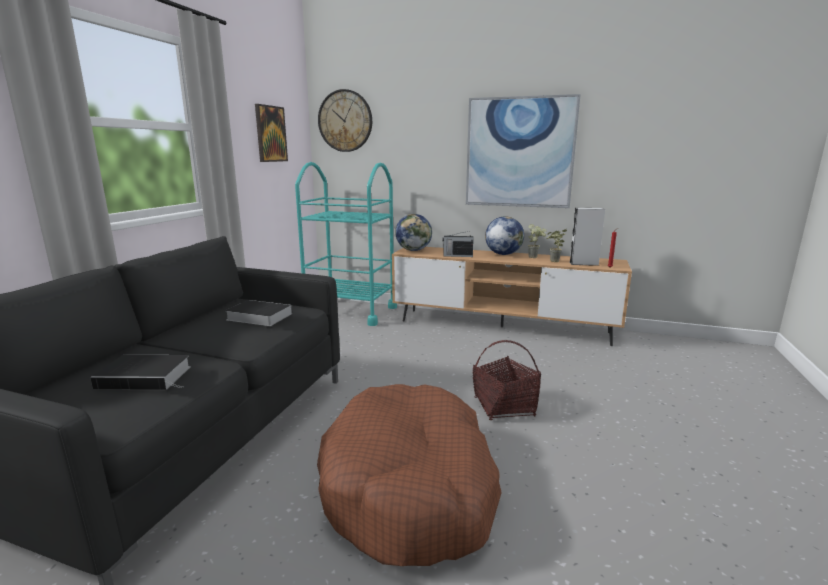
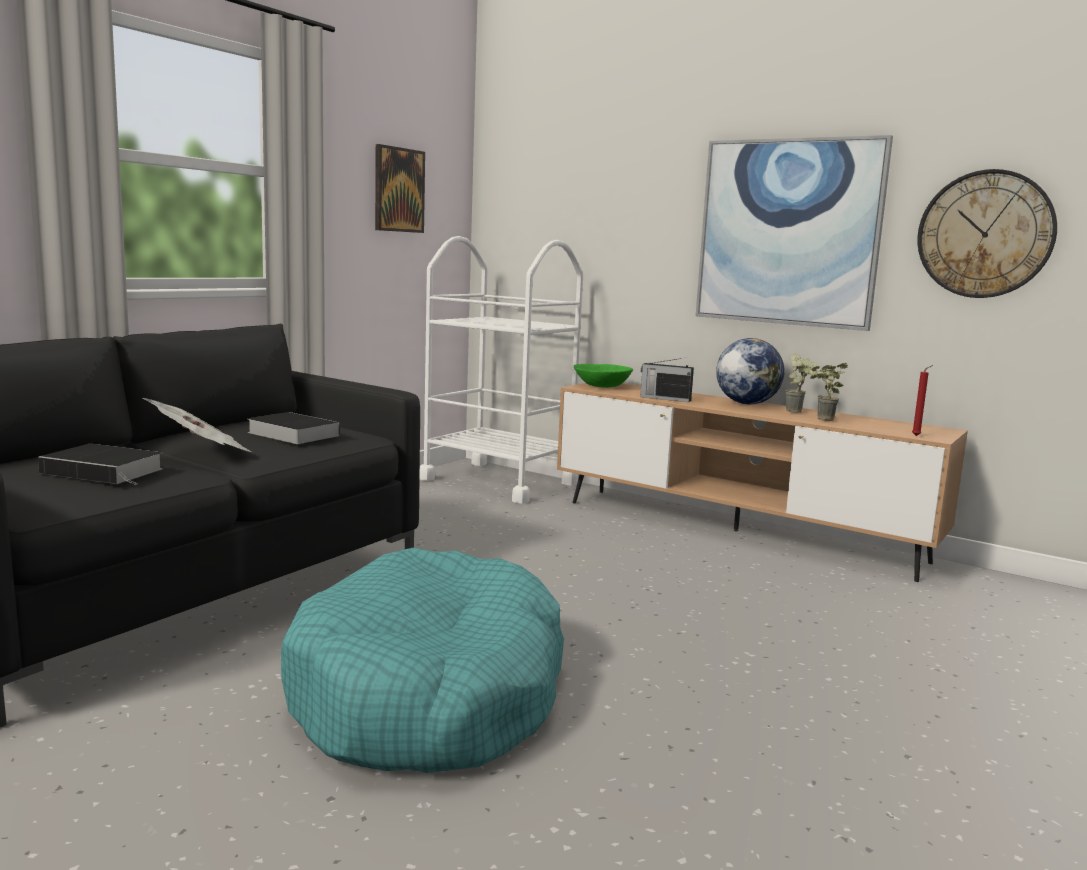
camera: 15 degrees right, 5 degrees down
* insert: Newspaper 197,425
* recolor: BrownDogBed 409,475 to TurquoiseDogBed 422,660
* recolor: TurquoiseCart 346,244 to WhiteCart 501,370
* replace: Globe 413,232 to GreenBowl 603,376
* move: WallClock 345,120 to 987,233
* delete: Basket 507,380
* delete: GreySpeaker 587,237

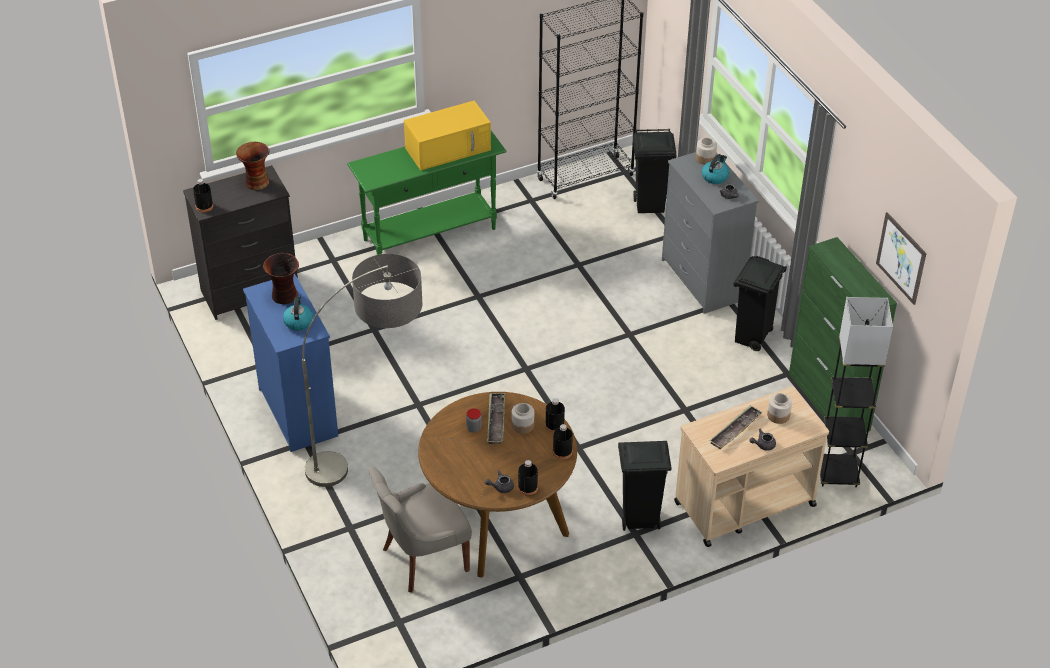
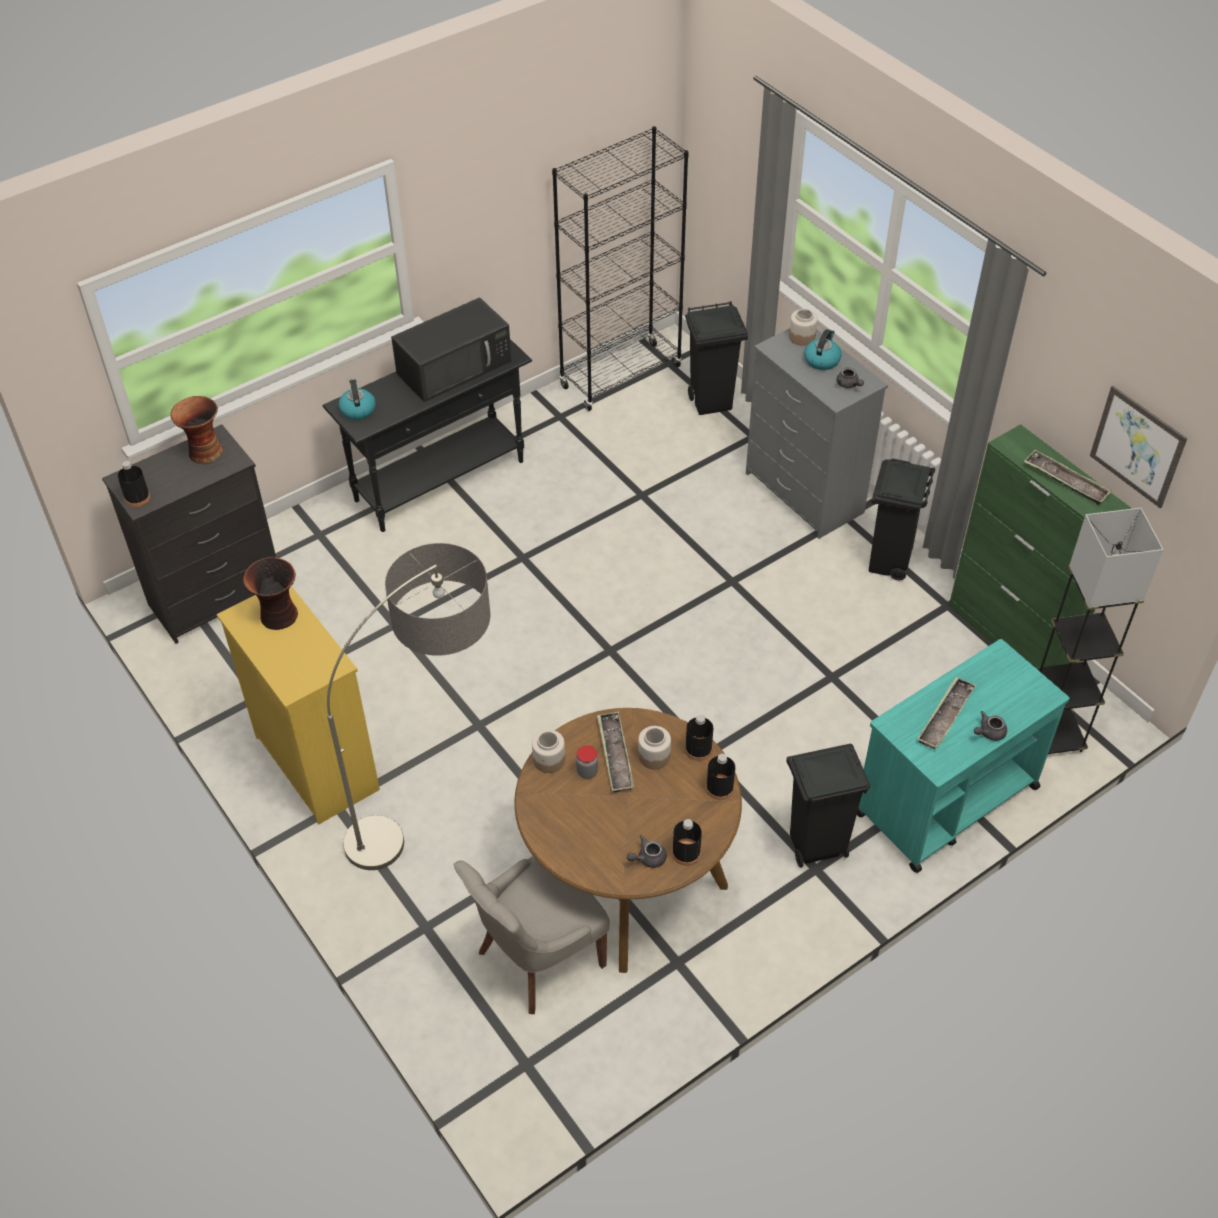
camera: 10 degrees left, 5 degrees up
* recolor: BlueDresser 290,362 to YellowDresser 298,705
* recolor: GreenConsoleTable 427,193 to BlackConsoleTable 427,435
* move: Kettle 298,313 to 357,399
* recolor: YellowMicrowave 447,136 to BlackMicrowave 451,349
* move: Jar 779,408 to 548,751
* recolor: BeigeCart 751,466 to TurquoiseCart 963,756
* insert: Tray 1068,477

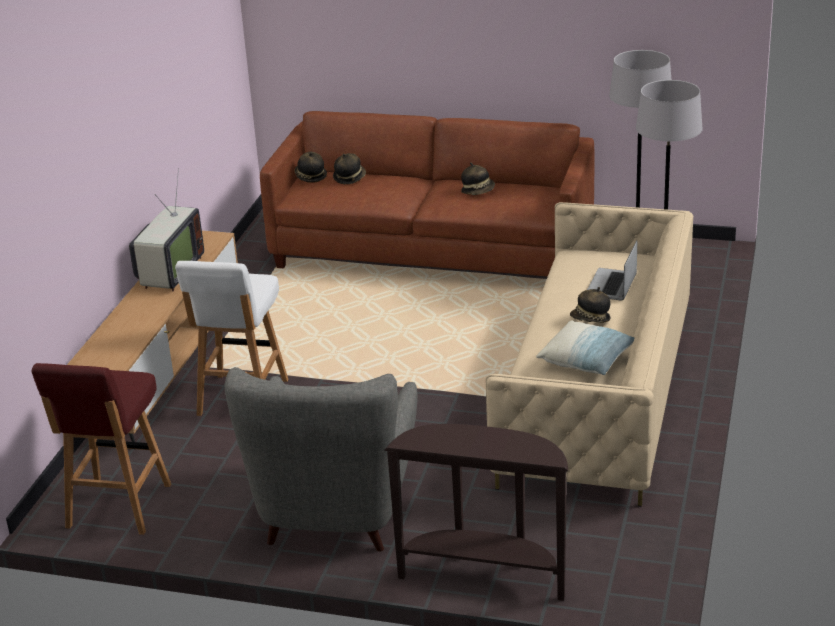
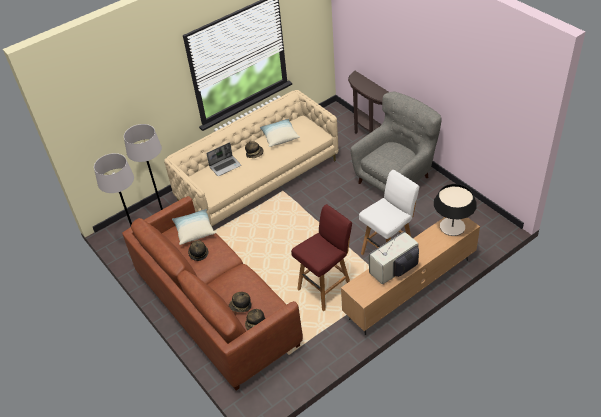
camera: 140 degrees left, 15 degrees up
* insert: Pillow 194,227
* move: RedStool 101,449 to 321,257
* insert: TableLamp 455,210

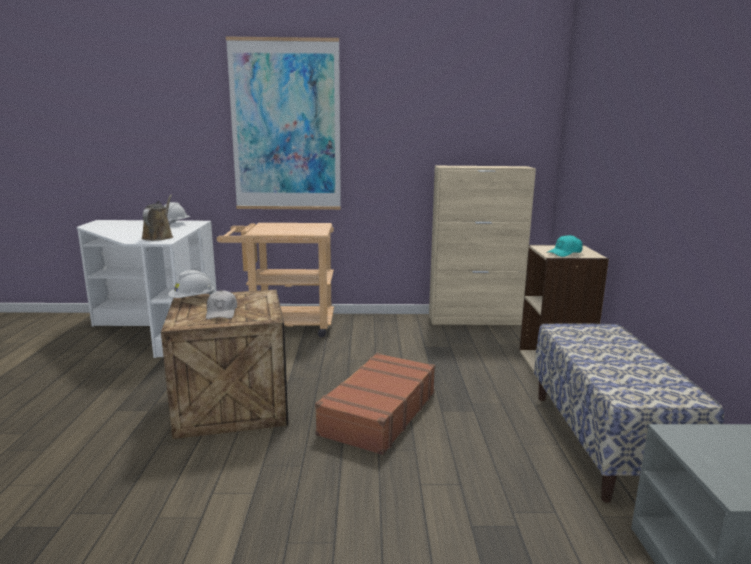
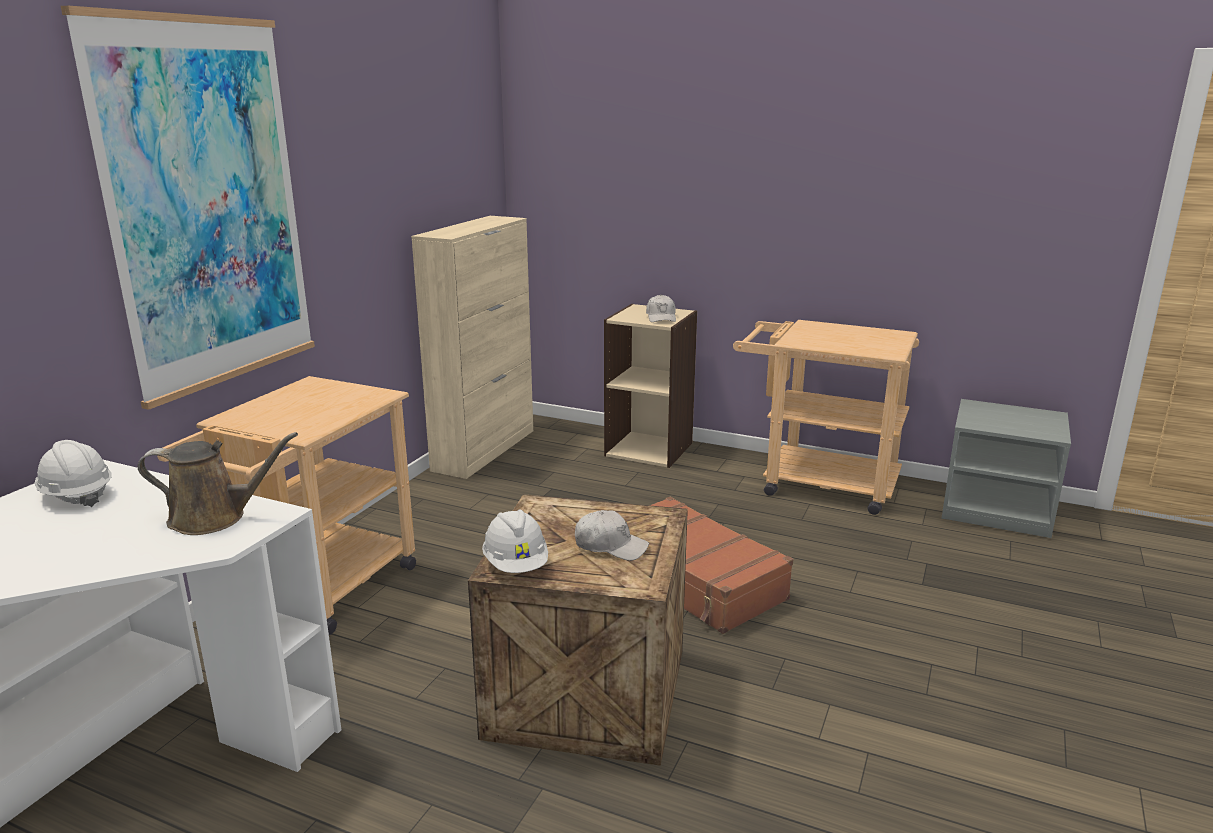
camera: 65 degrees left, 5 degrees up
* rotate: BrownWateringCan 157,218 = 218,483 150 degrees clockwise
* recolor: TurquoiseCap 564,246 to WhiteCap 661,308
* replace: Bench 629,413 to BeigeCart 826,417

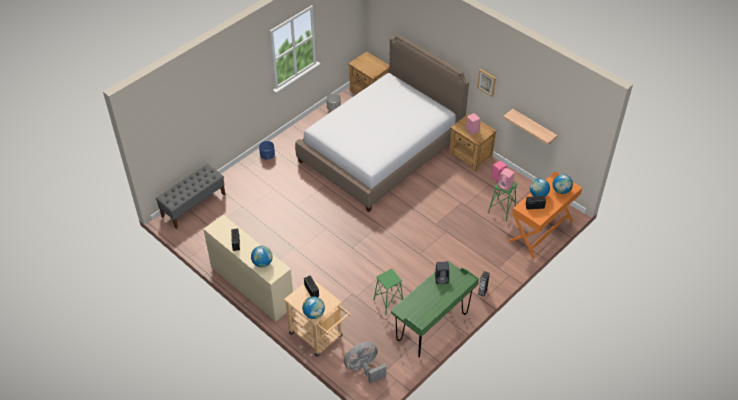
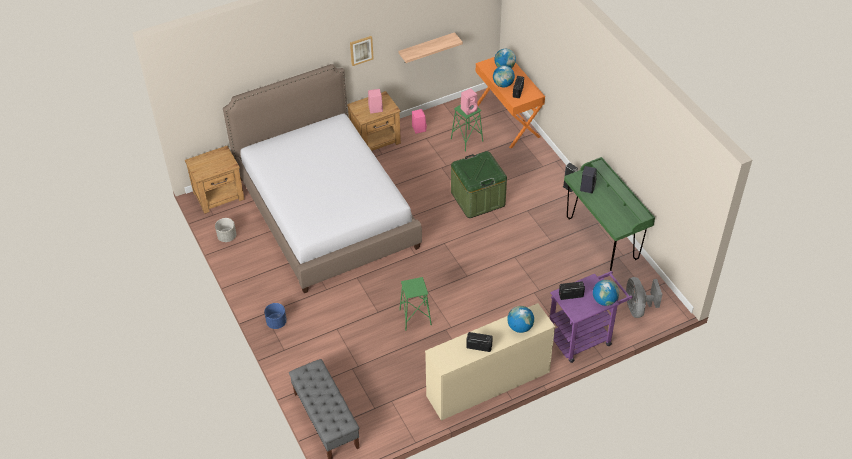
camera: 70 degrees left, 0 degrees up
* move: GreenStool 388,292 to 415,303
* insert: GreenStorageBox 479,184
* recolor: BeigeCart 317,318 to PurpleCart 591,317

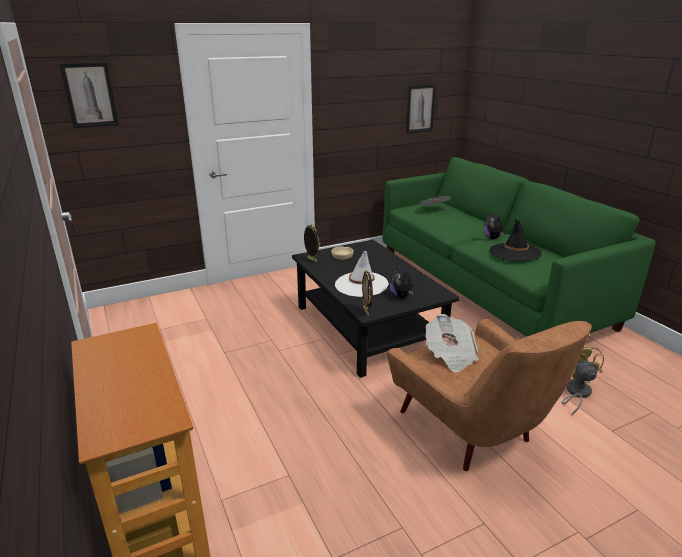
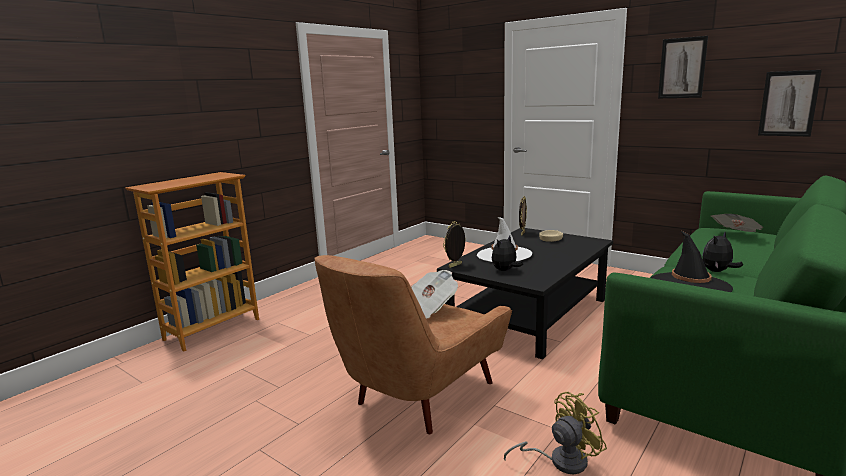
camera: 65 degrees right, 10 degrees down
* move: Picture 89,95 to 683,67

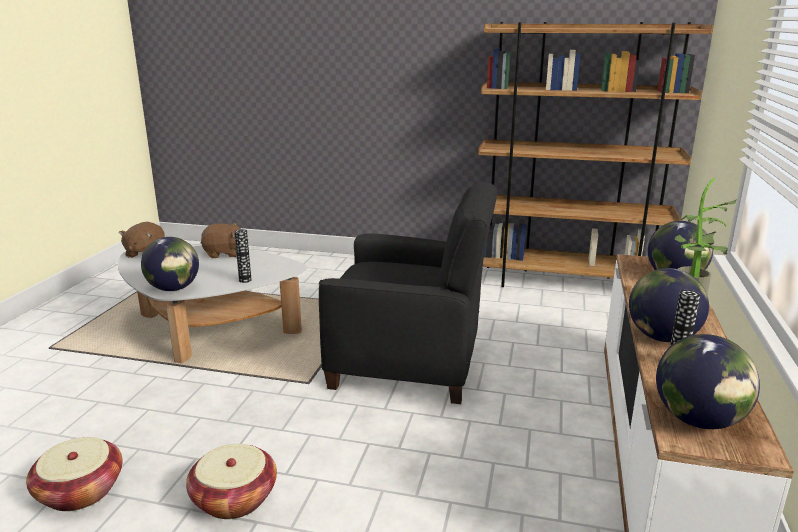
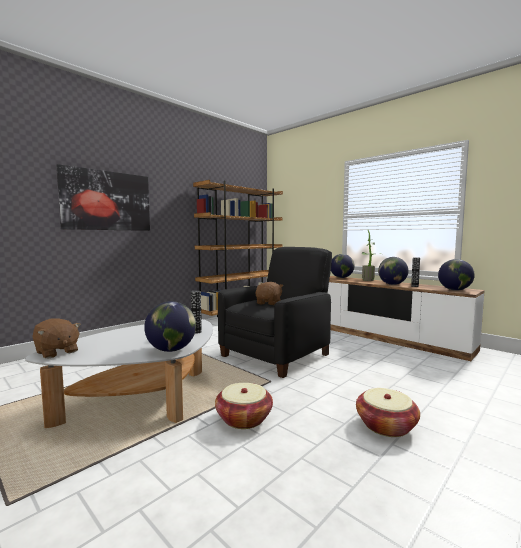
camera: 60 degrees left, 15 degrees down
* insert: Picture 103,197
* move: Basket 74,474 to 244,406
* move: BrownPlushToy 221,240 to 269,293

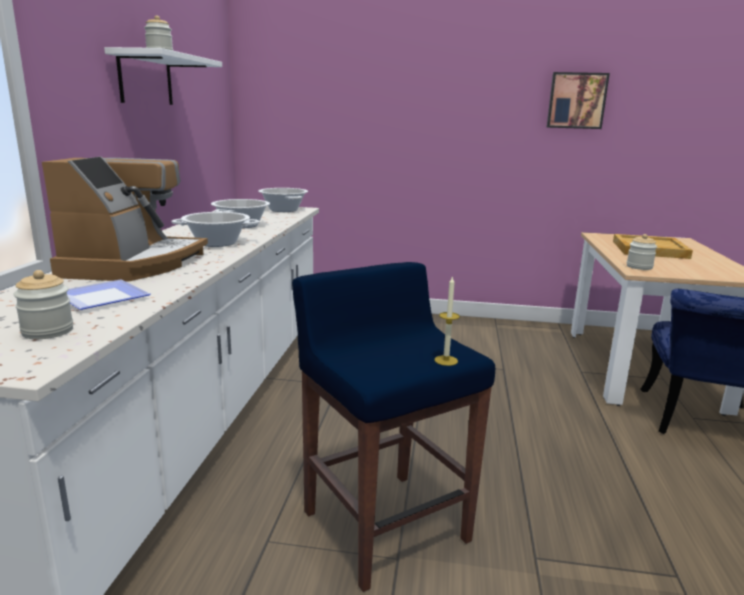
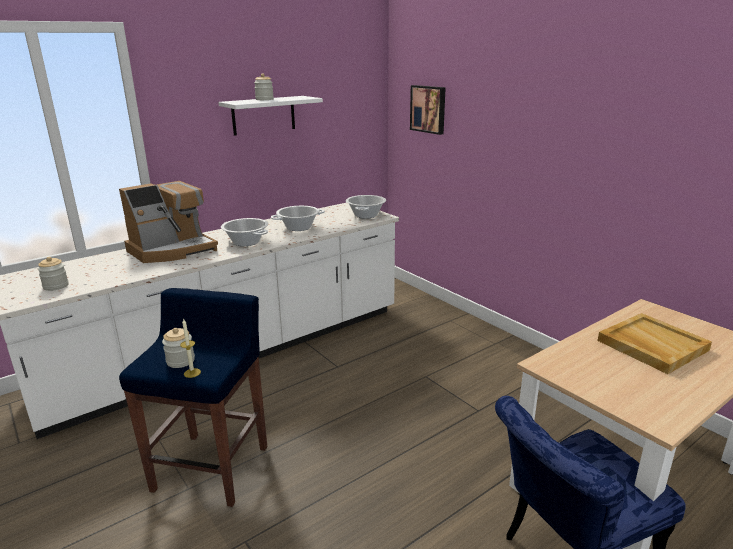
camera: 45 degrees right, 5 degrees up
* move: Jar 642,252 to 178,348
* move: Picture 578,100 to 428,110
* delete: Plate 108,295

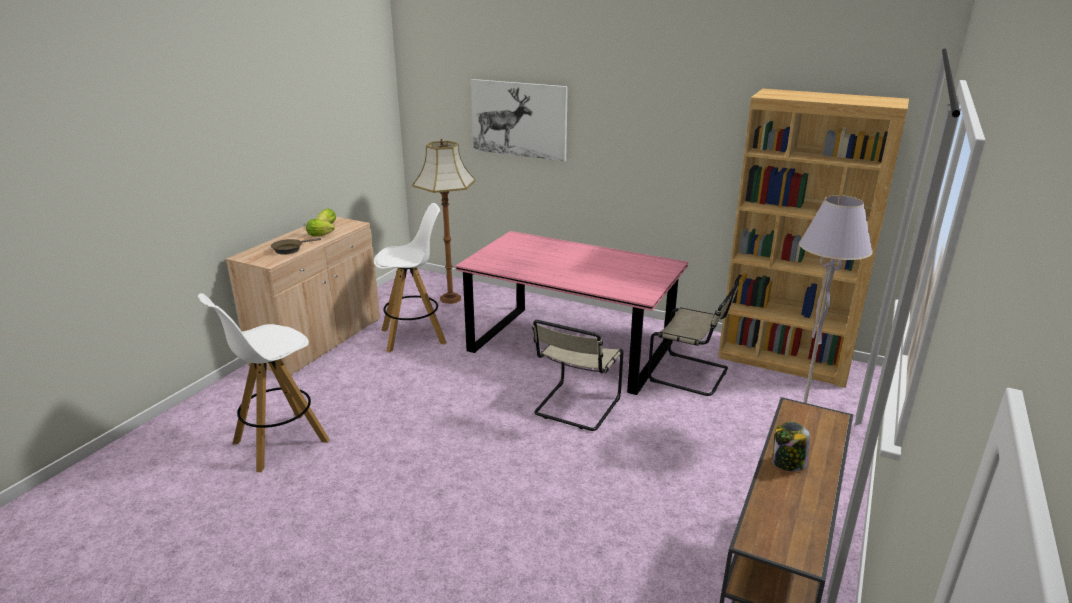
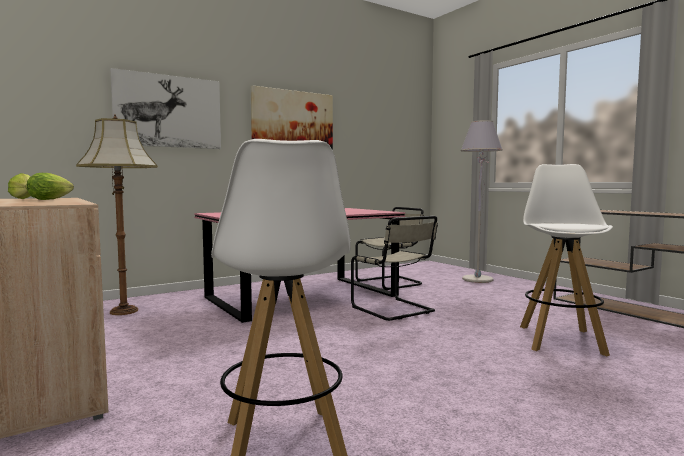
camera: 60 degrees left, 20 degrees down
* insert: Picture 292,117
* move: WhiteStool 410,277 to 566,260
* delete: BrownFryingPan 296,246
* delete: BrownBookcase 813,238
* delete: Jar 791,446

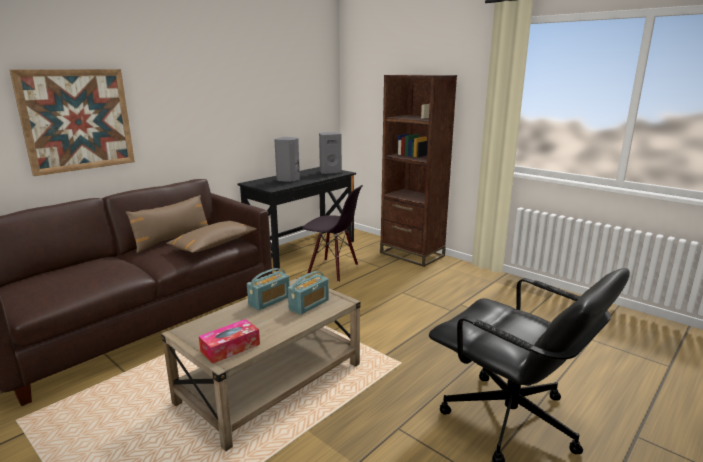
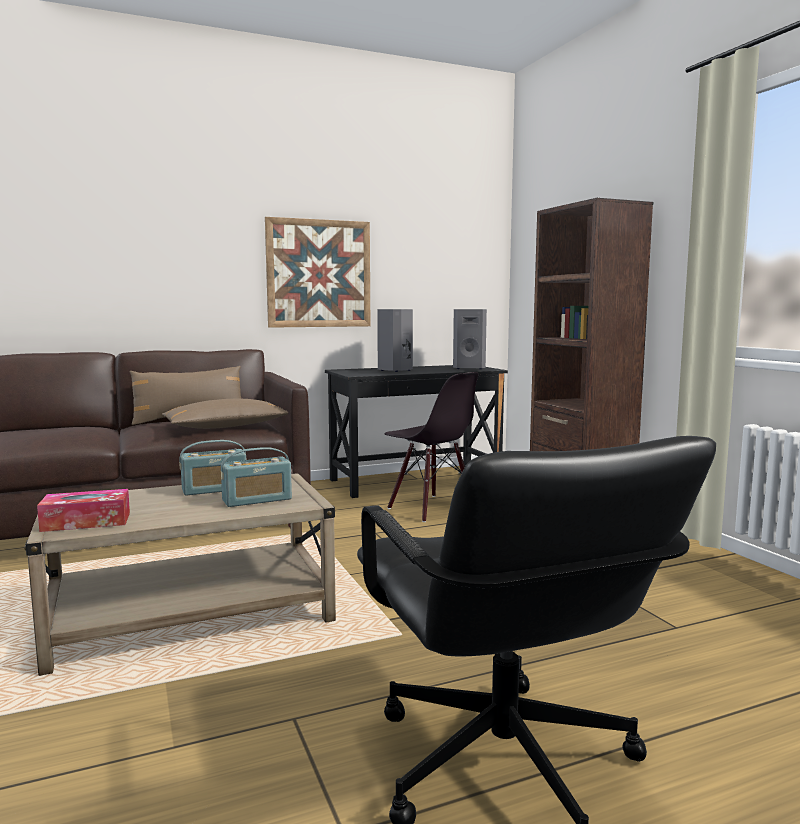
camera: 25 degrees right, 10 degrees down
* move: Picture 72,122 to 317,272

